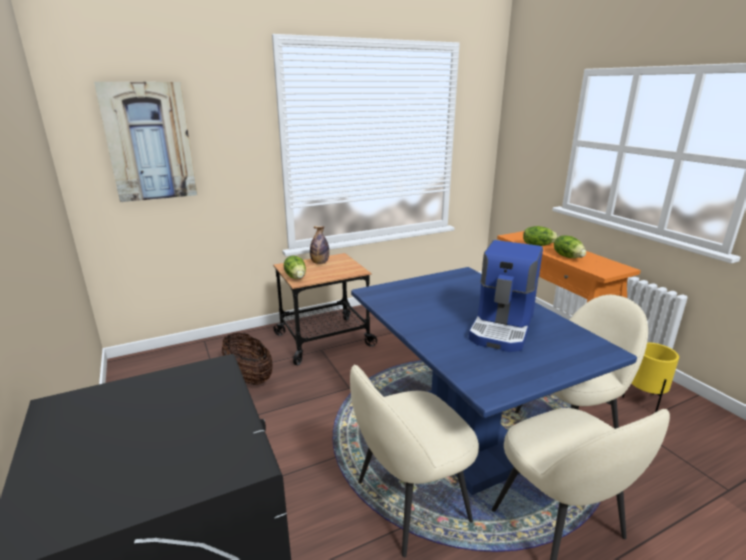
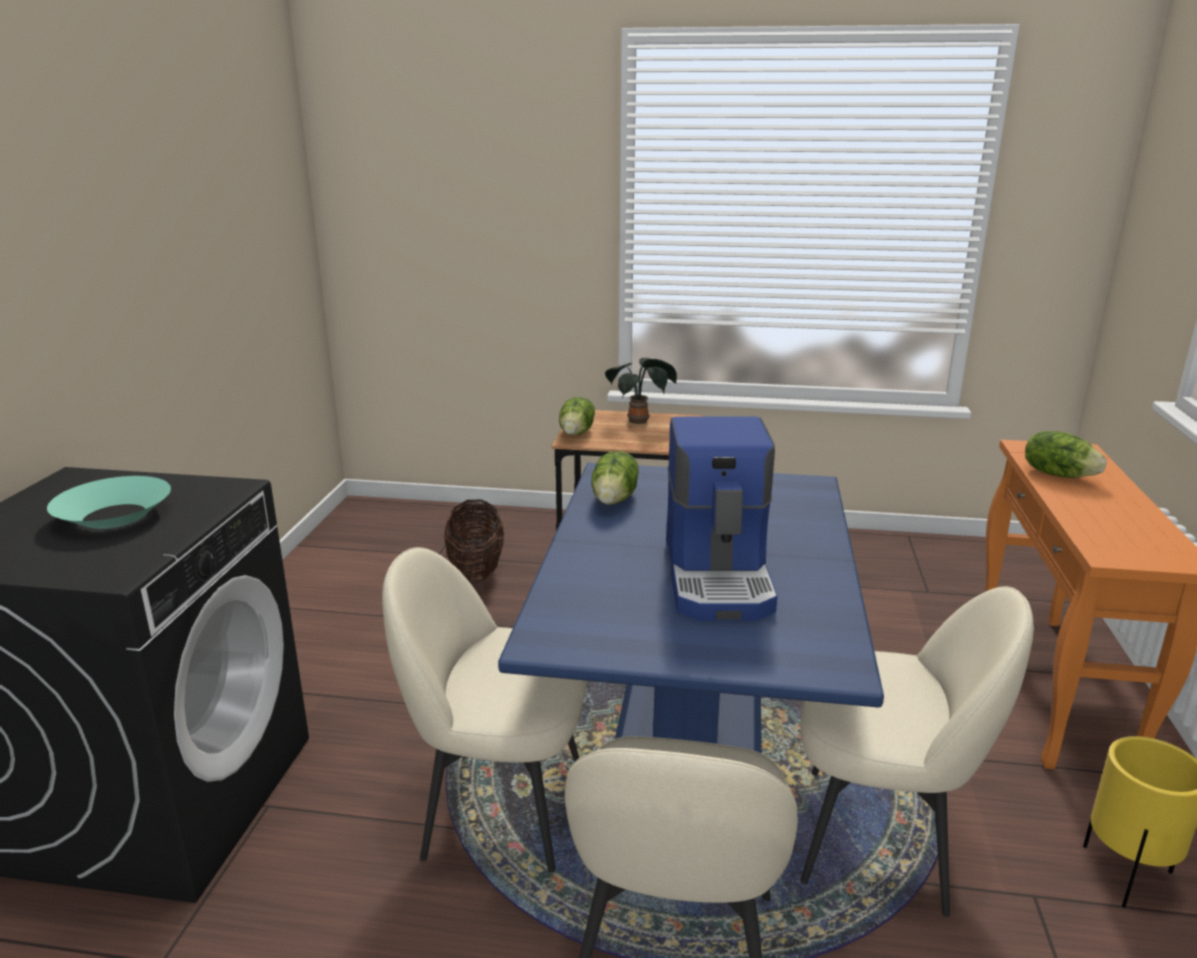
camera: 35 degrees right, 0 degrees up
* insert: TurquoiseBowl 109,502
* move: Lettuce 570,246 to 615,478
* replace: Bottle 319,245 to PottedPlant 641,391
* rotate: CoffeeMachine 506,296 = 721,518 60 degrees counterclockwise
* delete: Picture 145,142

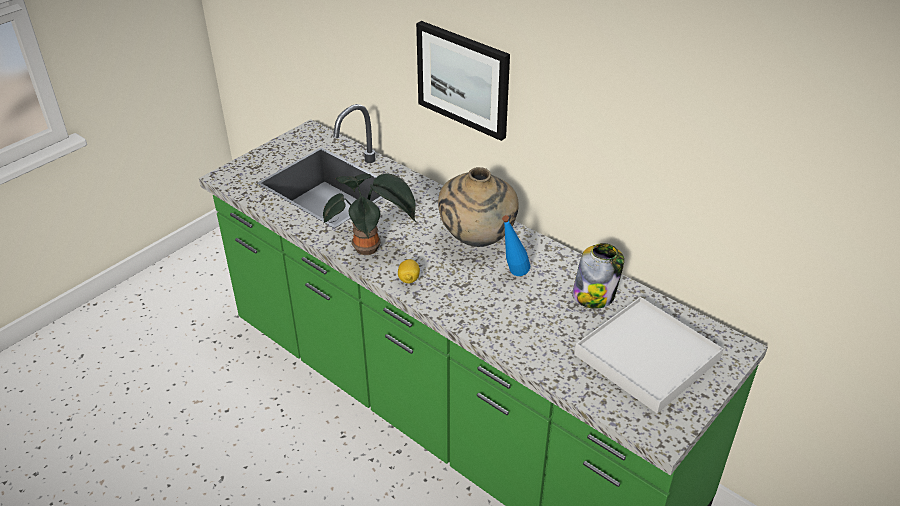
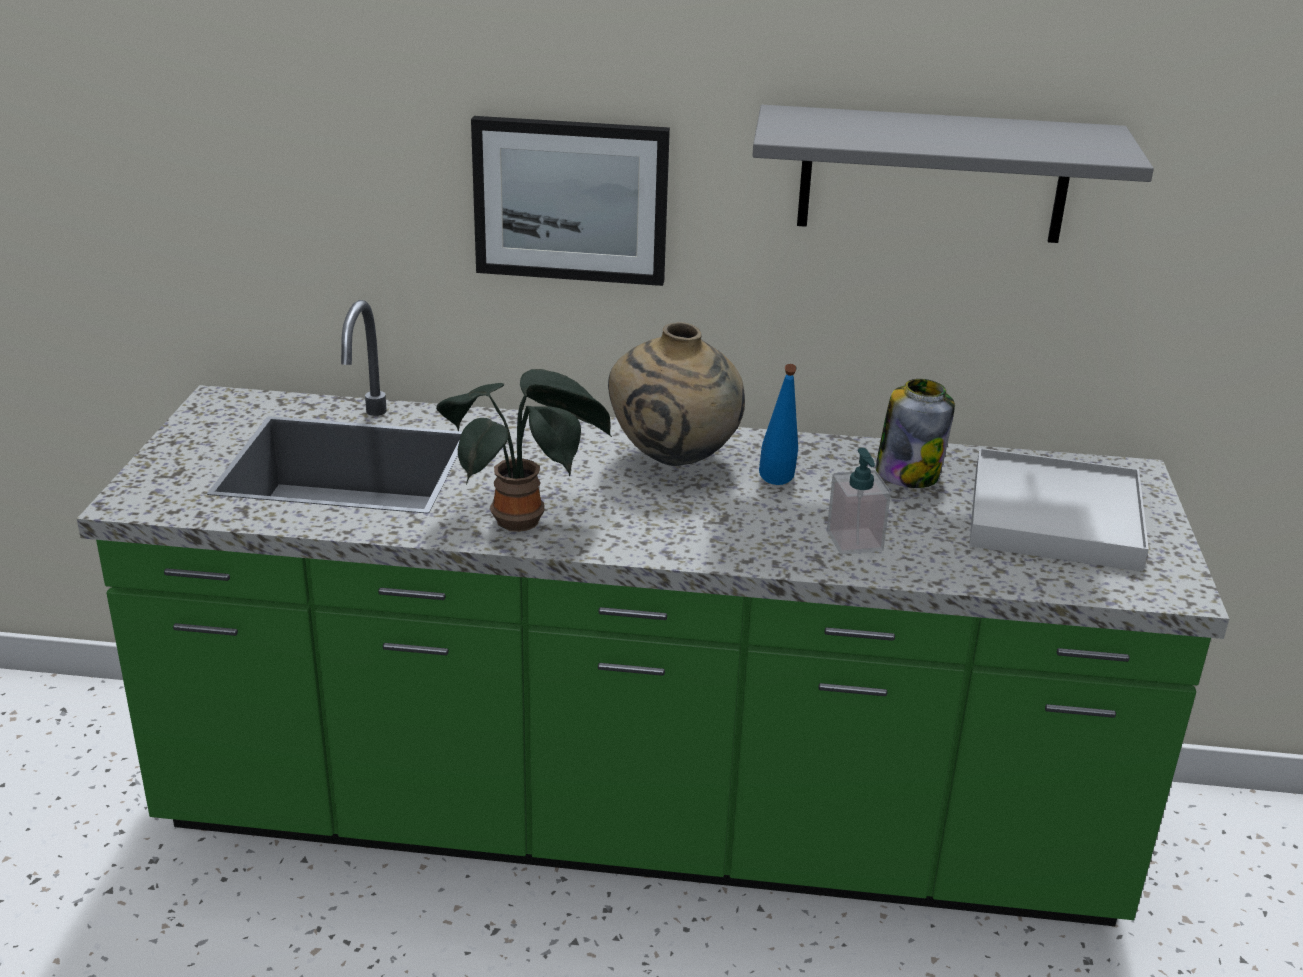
camera: 35 degrees left, 10 degrees down
* insert: GreyShelf 953,174
* insert: SoapDispenser 859,501
* delete: Lemon 409,271

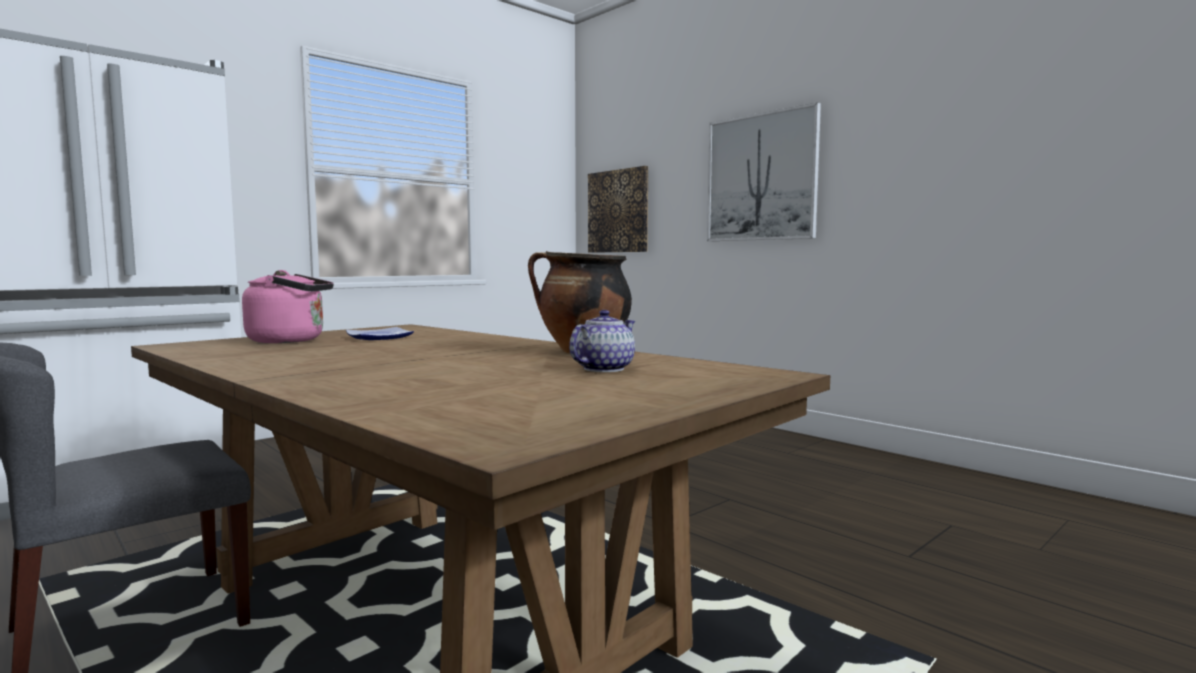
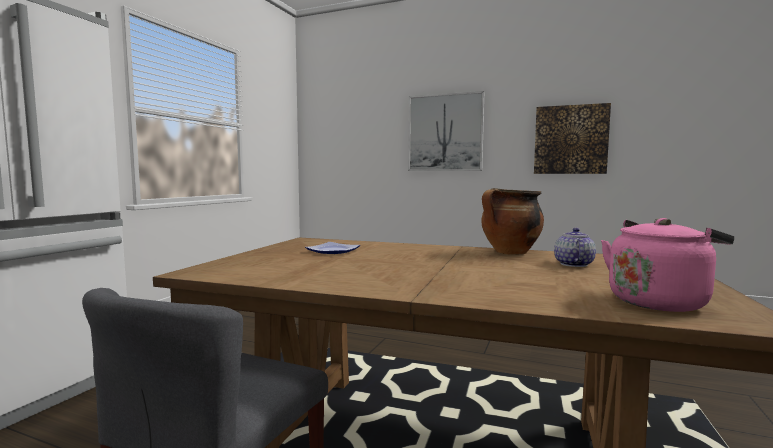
camera: 25 degrees left, 0 degrees up
* move: Picture 618,209 to 572,138
* move: PinkKettle 288,306 to 667,265

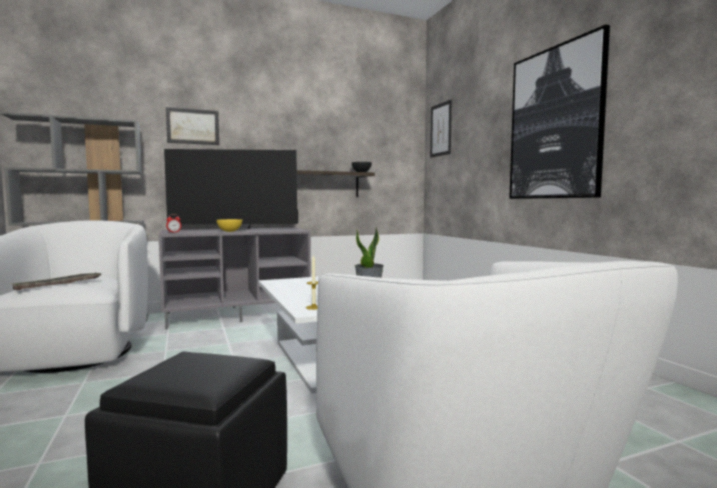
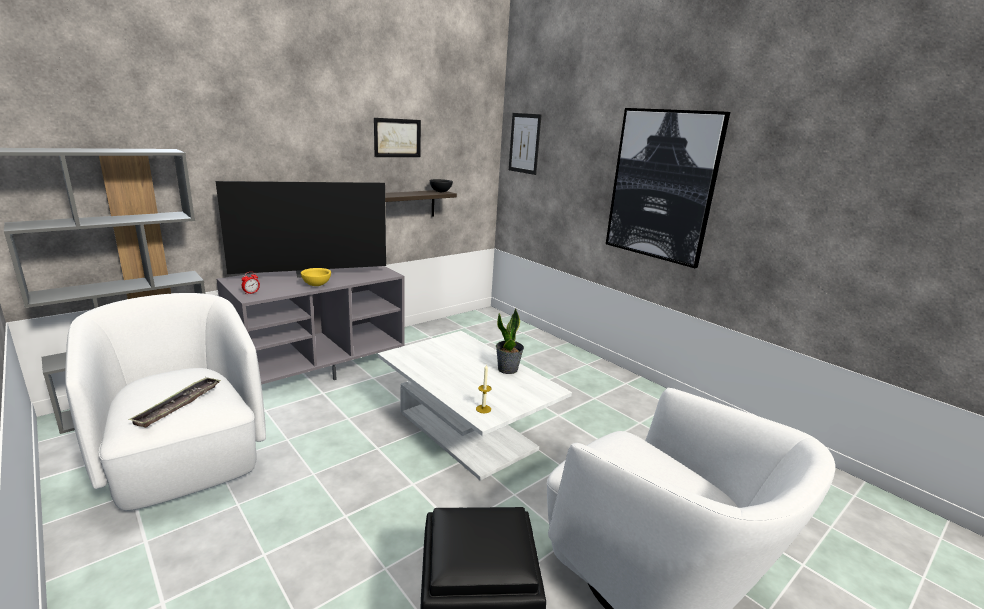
camera: 20 degrees left, 15 degrees up
* move: Picture 192,126 to 397,137

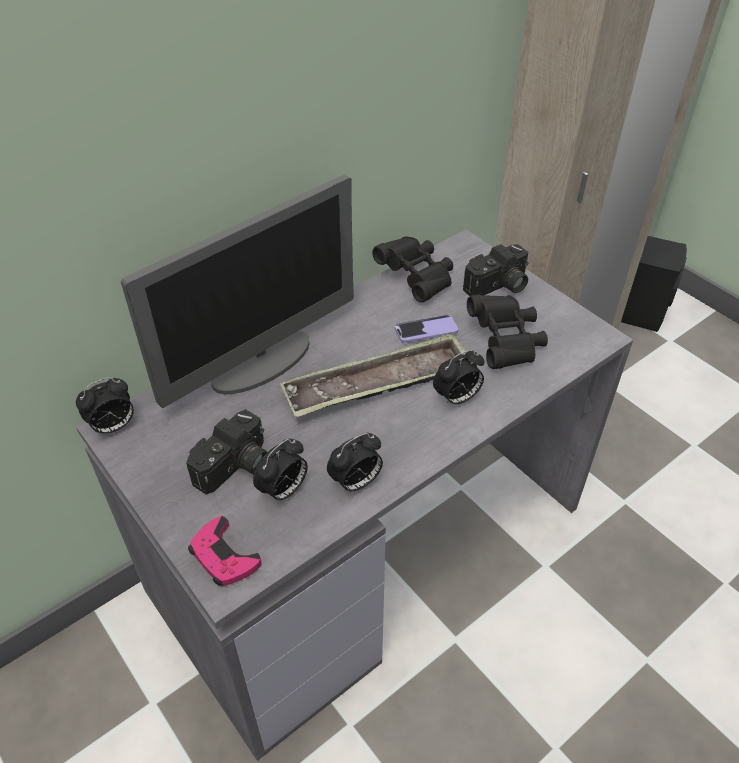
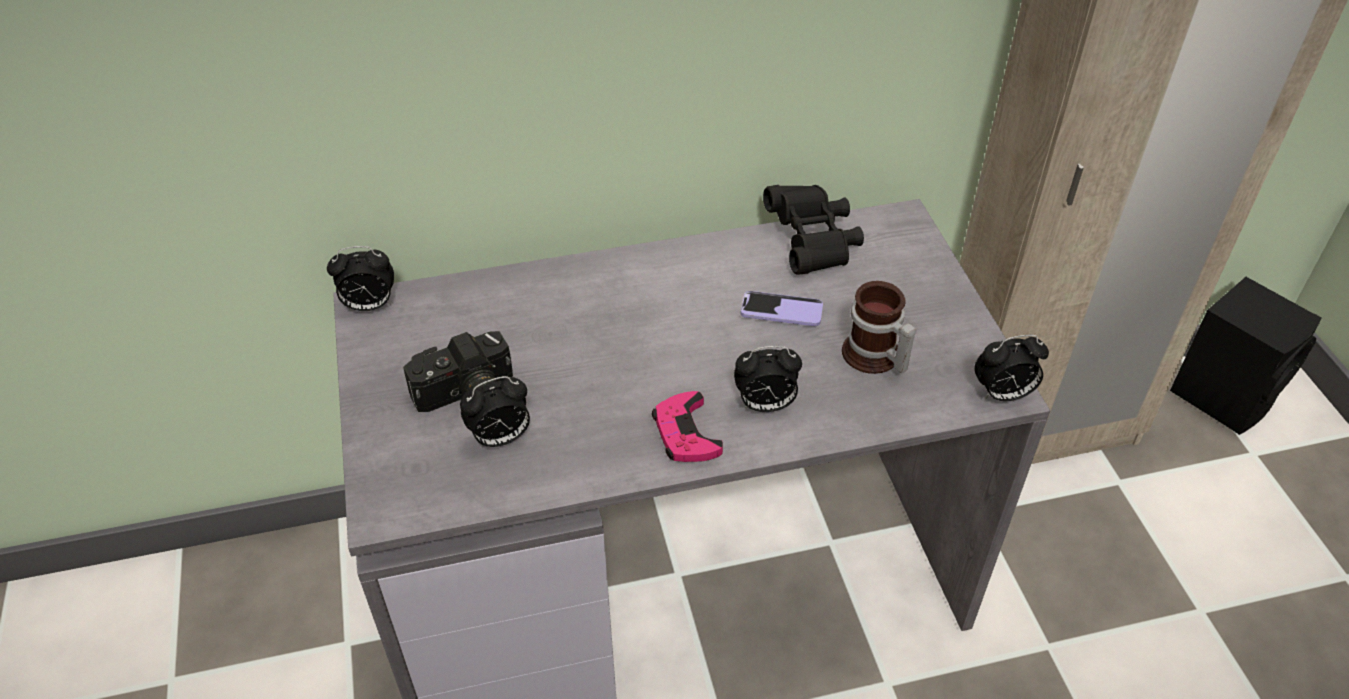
camera: 25 degrees right, 0 degrees up
* move: PinkGameController 225,551 to 687,426
* replace: BlackBinoculars 507,332 to Mug 879,327
* move: AlarmClock 355,463 to 1011,368
* delete: Monitor 237,291
* delete: Tray 373,375
* delete: PhotoCamera 496,270

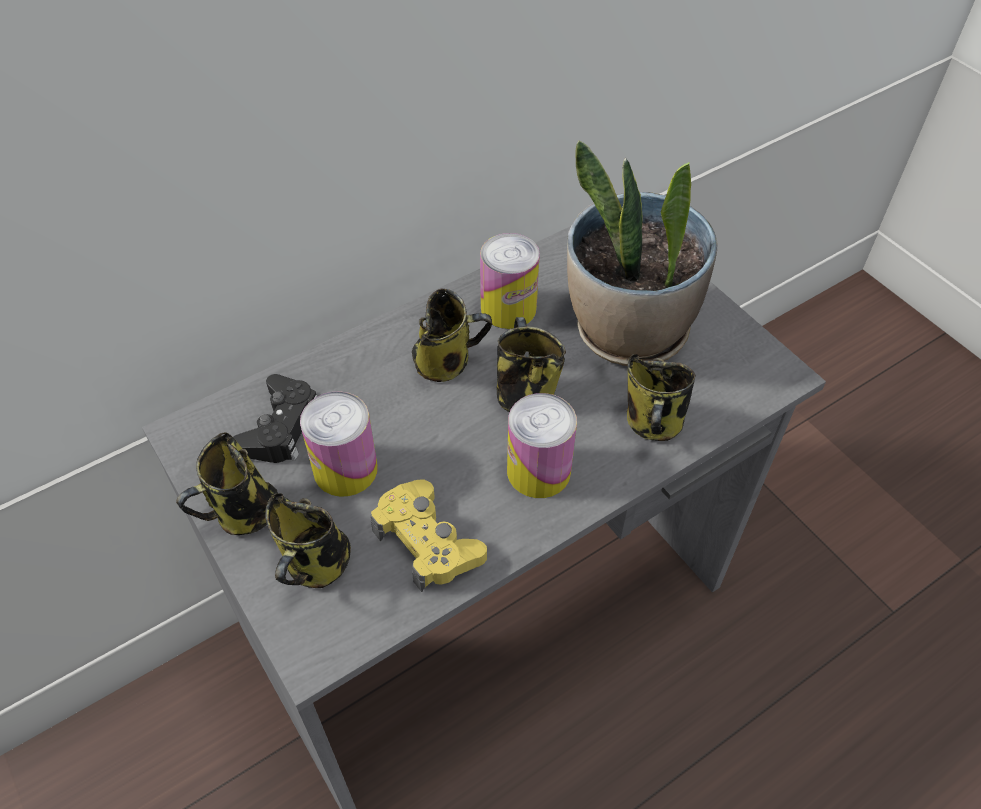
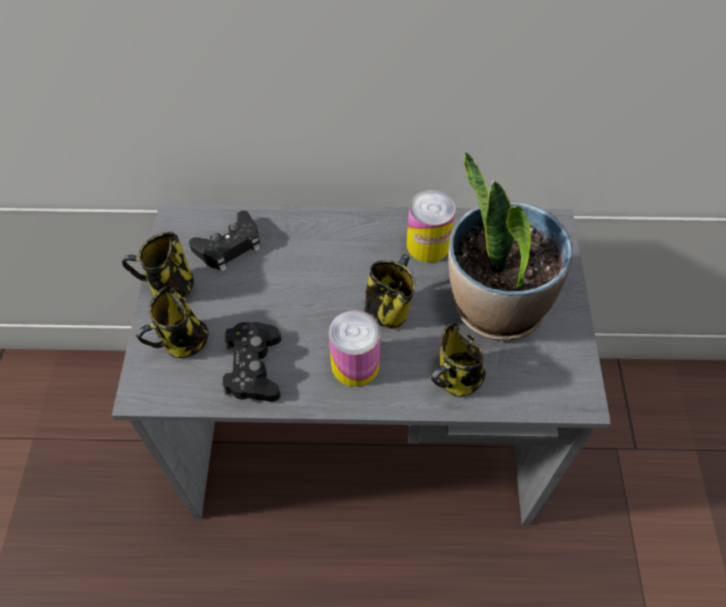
camera: 35 degrees right, 5 degrees up
* recolor: YellowGameController 429,536 to BlackGameController 251,362
* delete: Can 339,444
* delete: Mug 452,335

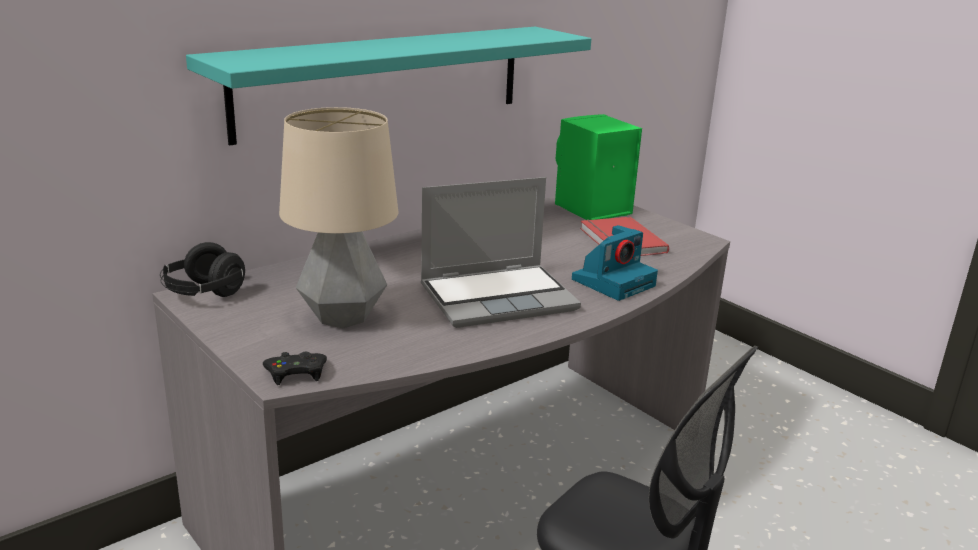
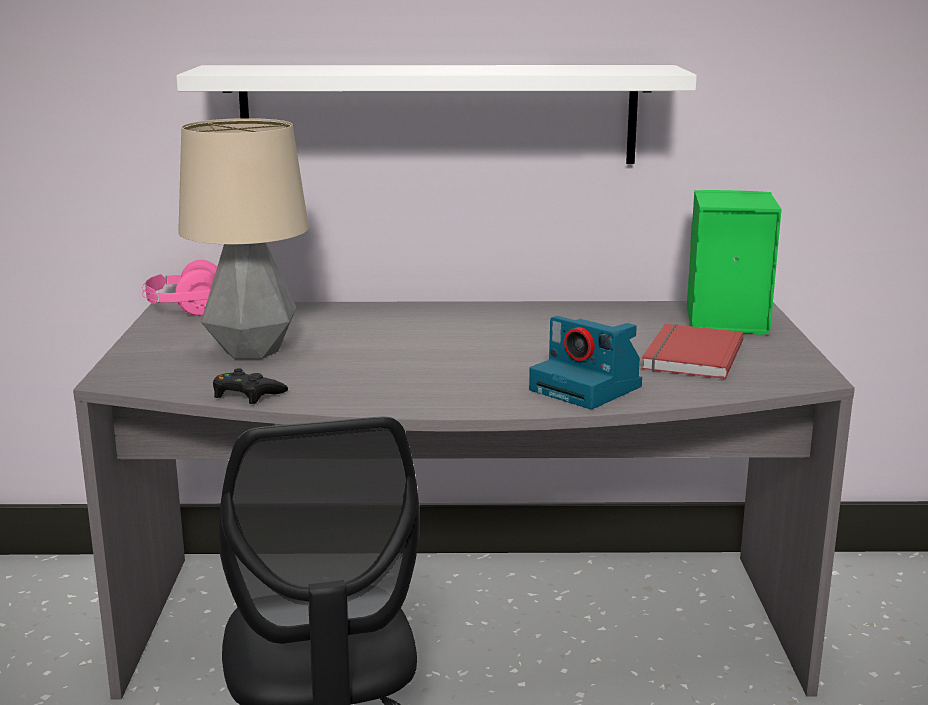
camera: 40 degrees right, 5 degrees down
* recolor: BlackHeadphones 202,269 to PinkHeadphones 179,288
* recolor: TurquoiseShelf 388,86 to WhiteShelf 436,114
* move: BlackGameController 295,368 to 250,386
* rotate: PhotoCamera 615,263 = 585,362 45 degrees clockwise
* delete: Laptop 501,252

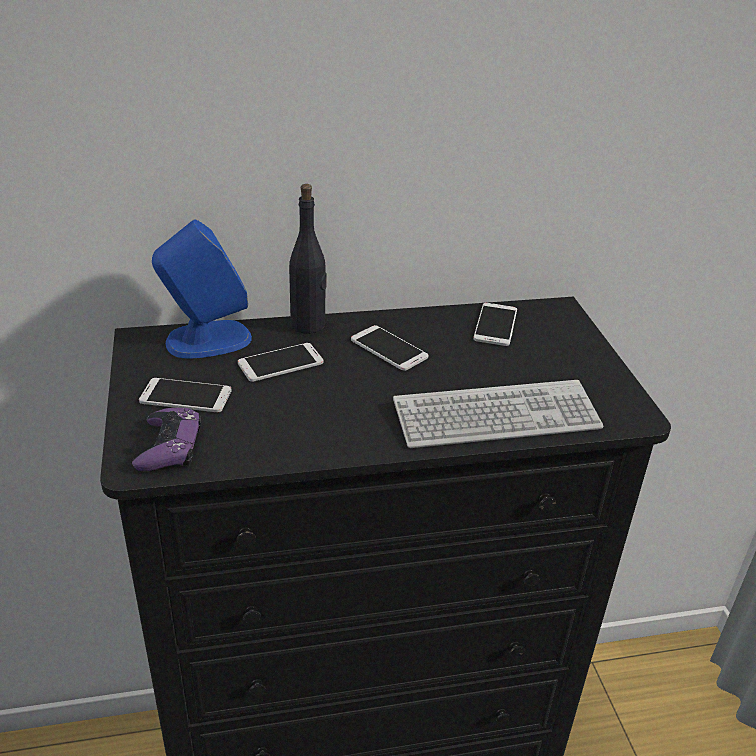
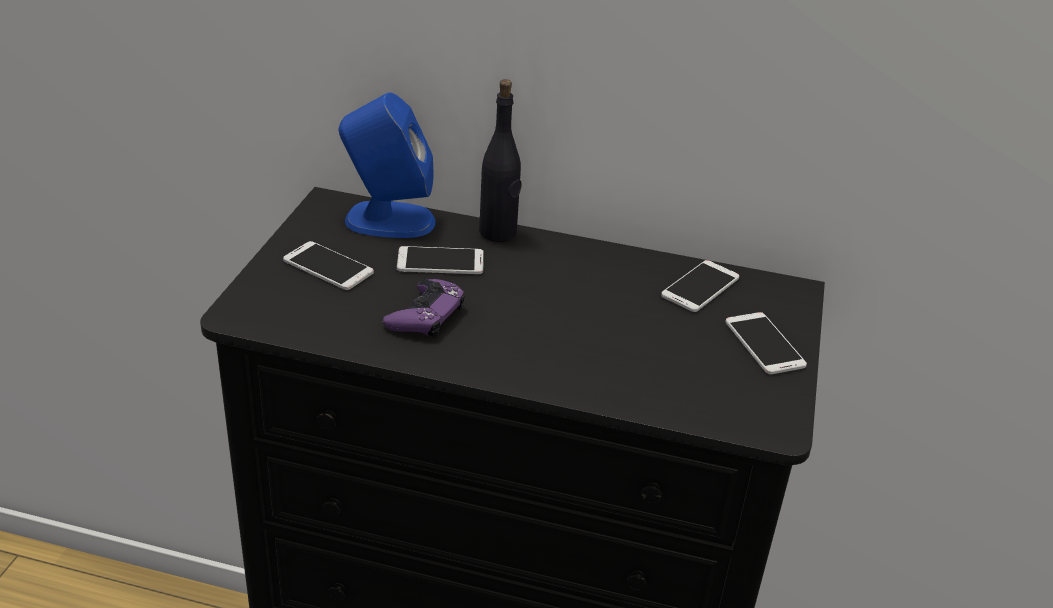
camera: 25 degrees right, 0 degrees up
* move: PurpleGameController 166,439 to 424,308
* move: Phone 389,348 to 766,343
* delete: Keyboard 498,414

